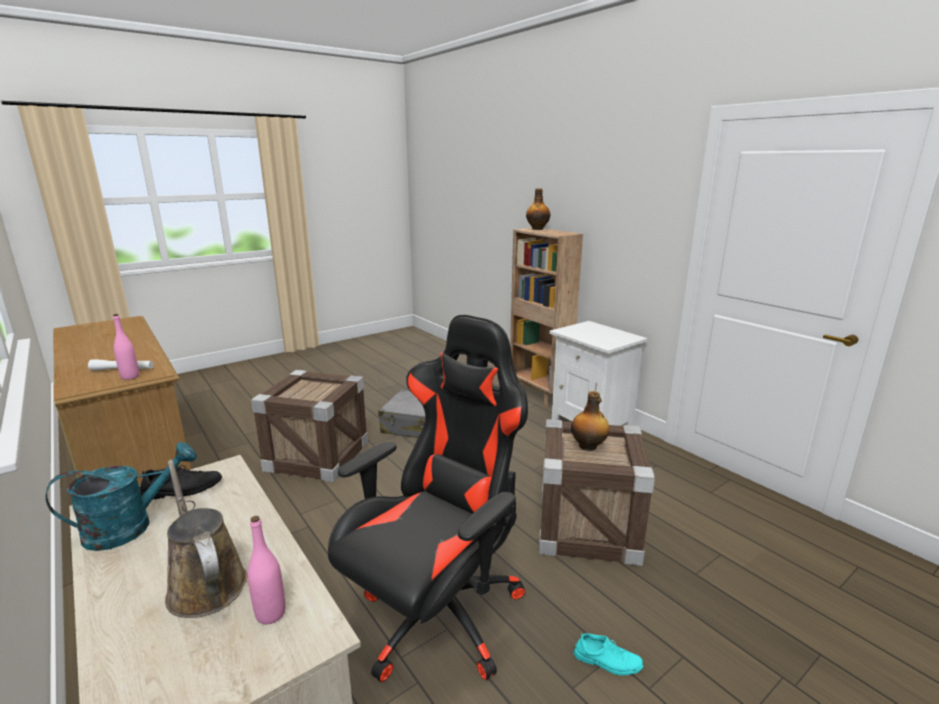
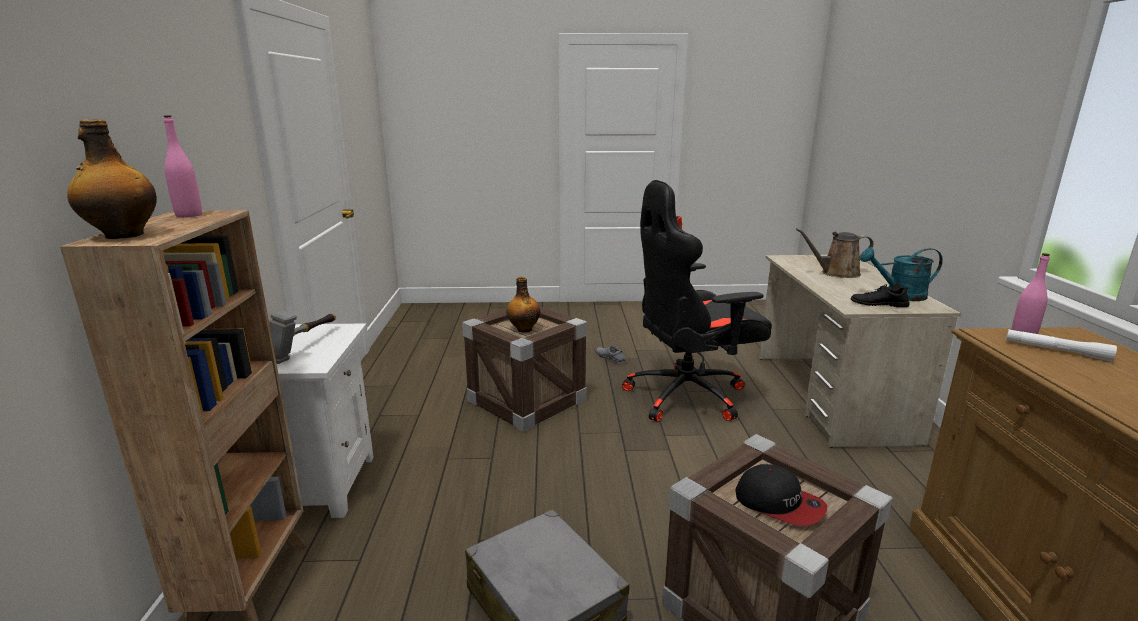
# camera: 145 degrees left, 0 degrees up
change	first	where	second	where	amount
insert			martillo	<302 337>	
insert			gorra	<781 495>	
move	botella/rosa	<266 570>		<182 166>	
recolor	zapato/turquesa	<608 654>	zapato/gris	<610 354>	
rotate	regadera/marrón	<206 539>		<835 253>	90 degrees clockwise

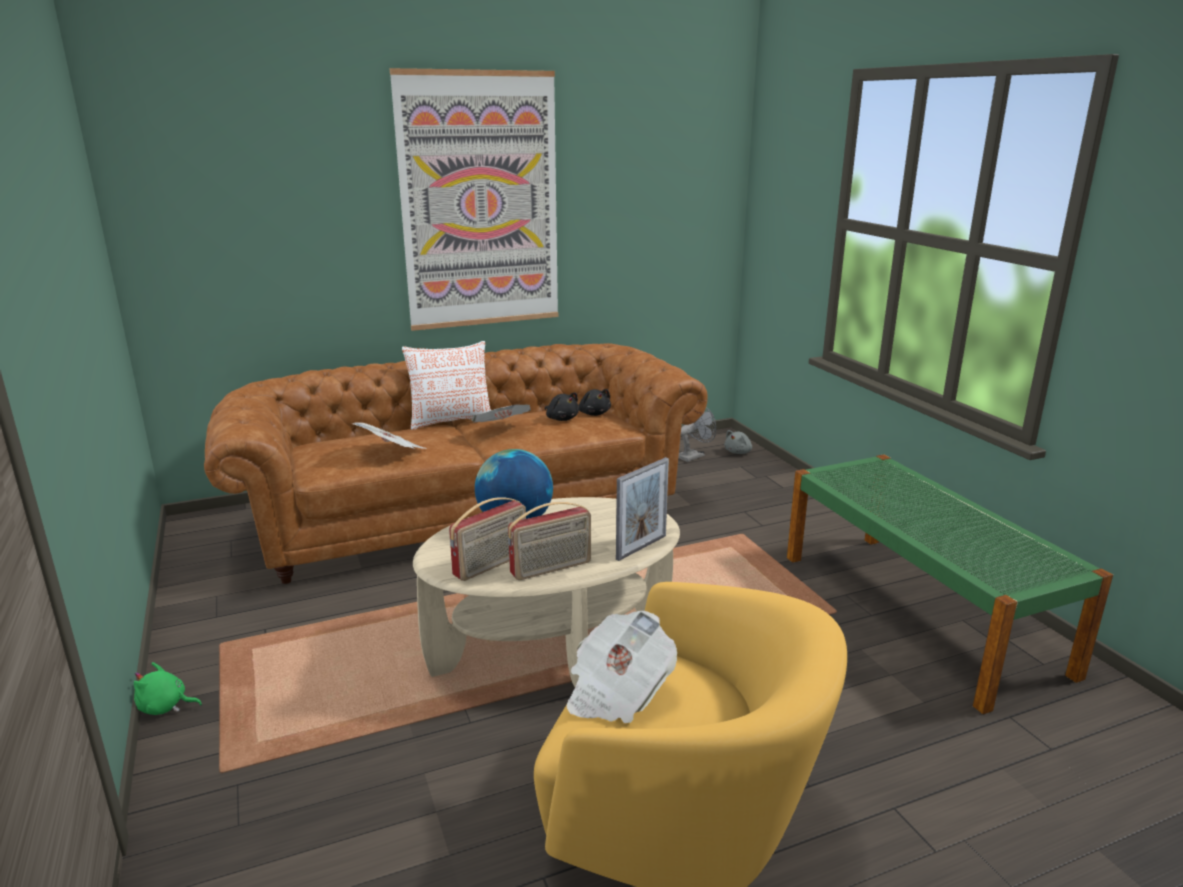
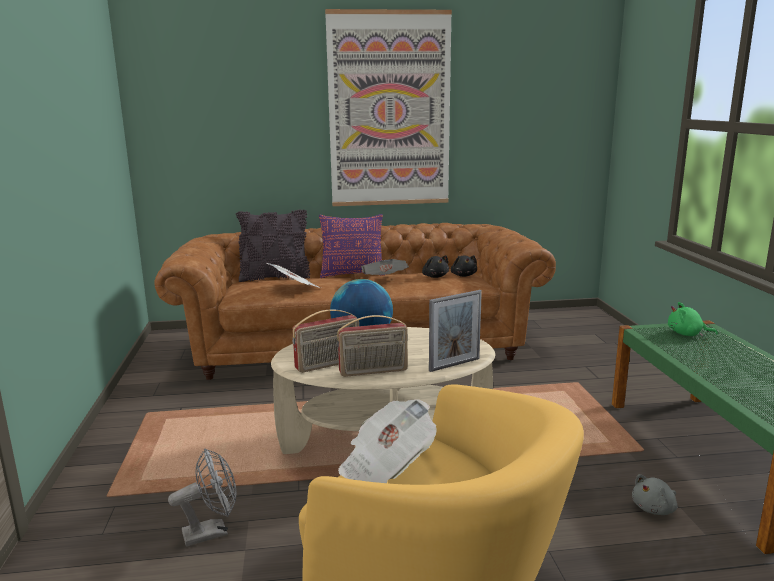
# camera: 15 degrees right, 5 degrees down
change	first	where	second	where	amount
insert			cojín/negro	<273 245>	
move	peluche/verde	<168 688>		<693 319>	
move	ventilador/gris	<697 434>		<202 497>	
move	peluche/gris	<738 442>		<654 494>	
recolor	cojín/blanco	<446 385>	cojín/morado	<352 246>	

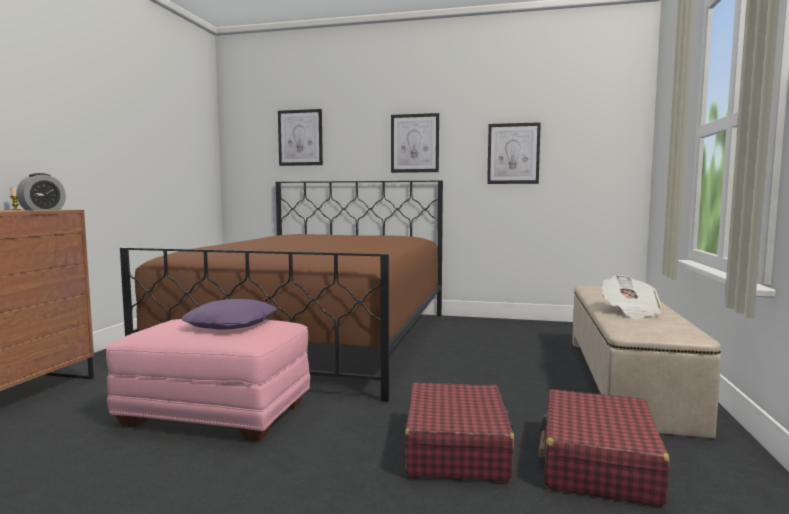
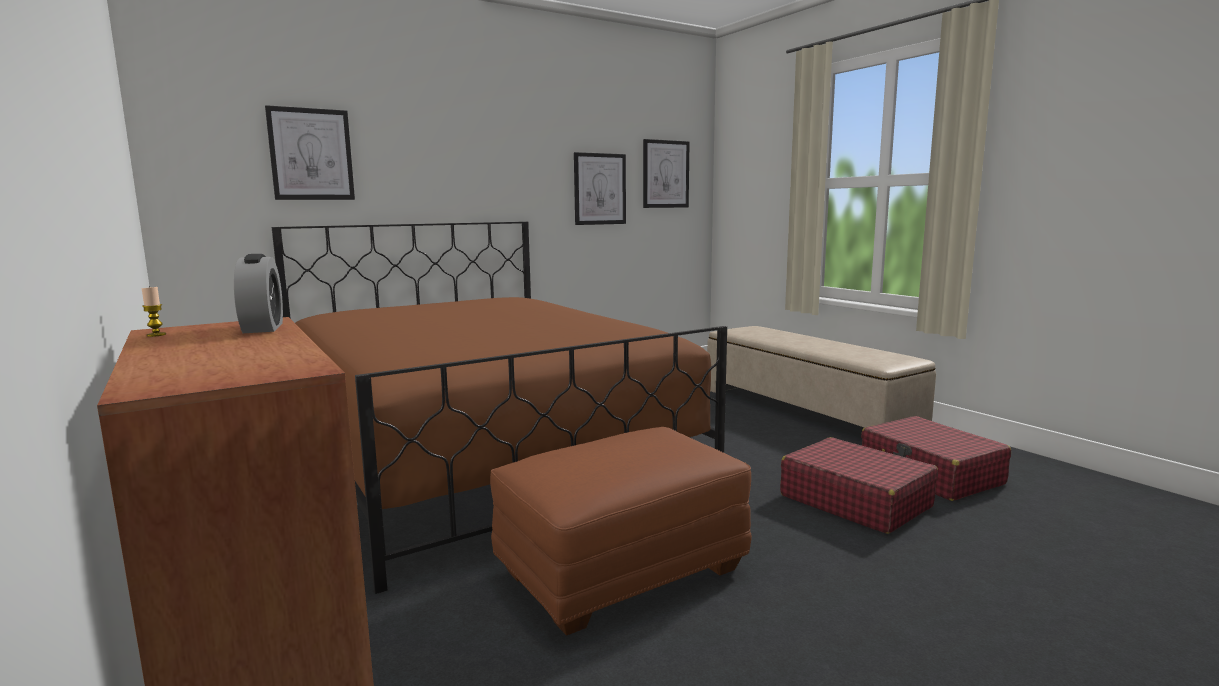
# camera: 45 degrees left, 5 degrees up
change	first	where	second	where	amount
delete	cojín/morado	<229 314>			
delete	periódico	<632 297>			
move	cuadro	<415 143>		<666 173>	
recolor	puf/rosa	<208 380>	puf/marrón	<621 531>	

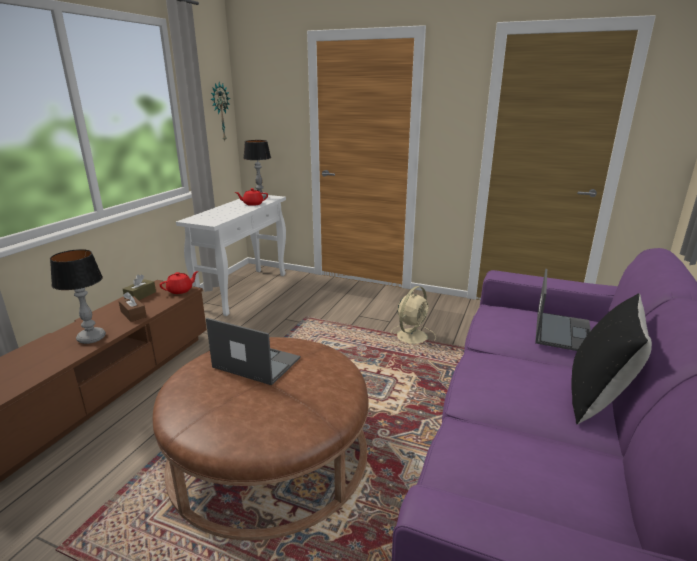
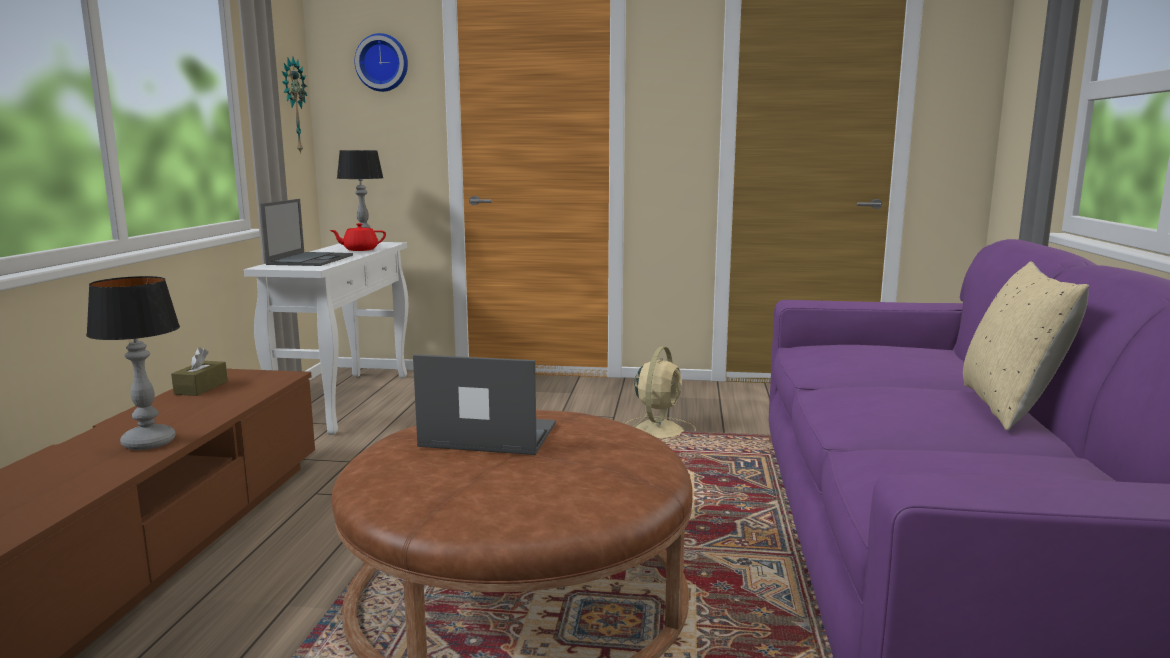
# camera: 15 degrees left, 10 degrees down
change	first	where	second	where	amount
delete	caja de pañuelos/marrón	<133 307>			
delete	tetera/rojo	<178 282>			
insert			reloj de pared	<381 62>	
move	portátil	<563 310>		<306 232>	
recolor	cojín/negro	<611 359>	cojín/beis	<1026 345>	

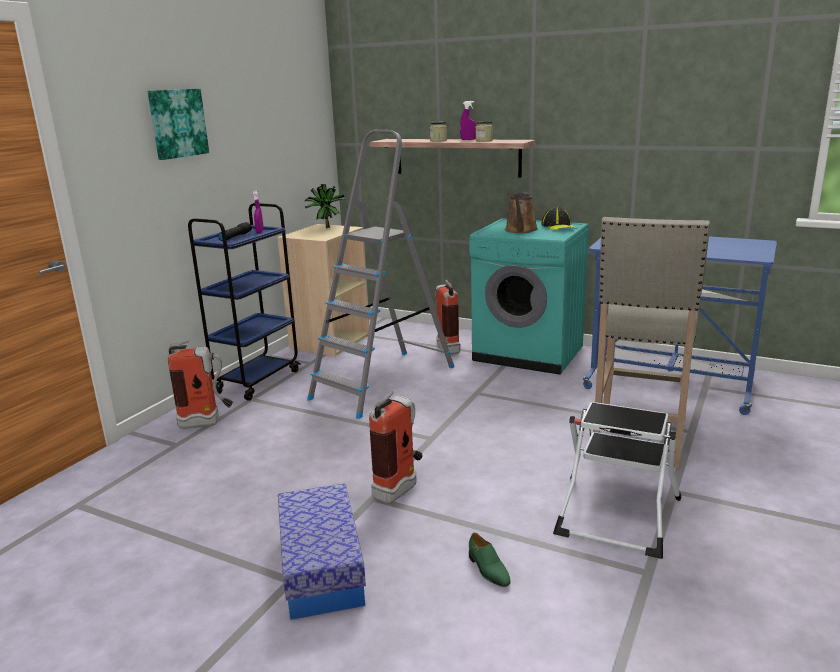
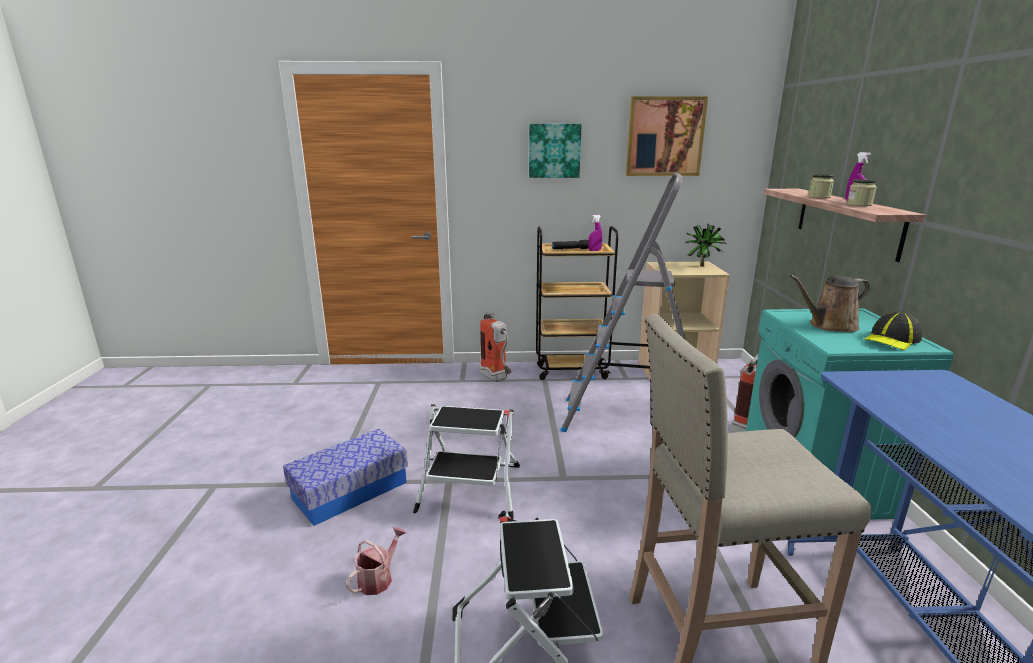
# camera: 60 degrees right, 0 degrees up
change	first	where	second	where	amount
insert			cuadro	<667 136>	
replace	extintor	<396 448>	escalera de tijera	<466 462>	
replace	zapato/verde	<490 560>	regadera	<376 561>	
recolor	carrito/azul	<244 302>	carrito/marrón	<577 303>	

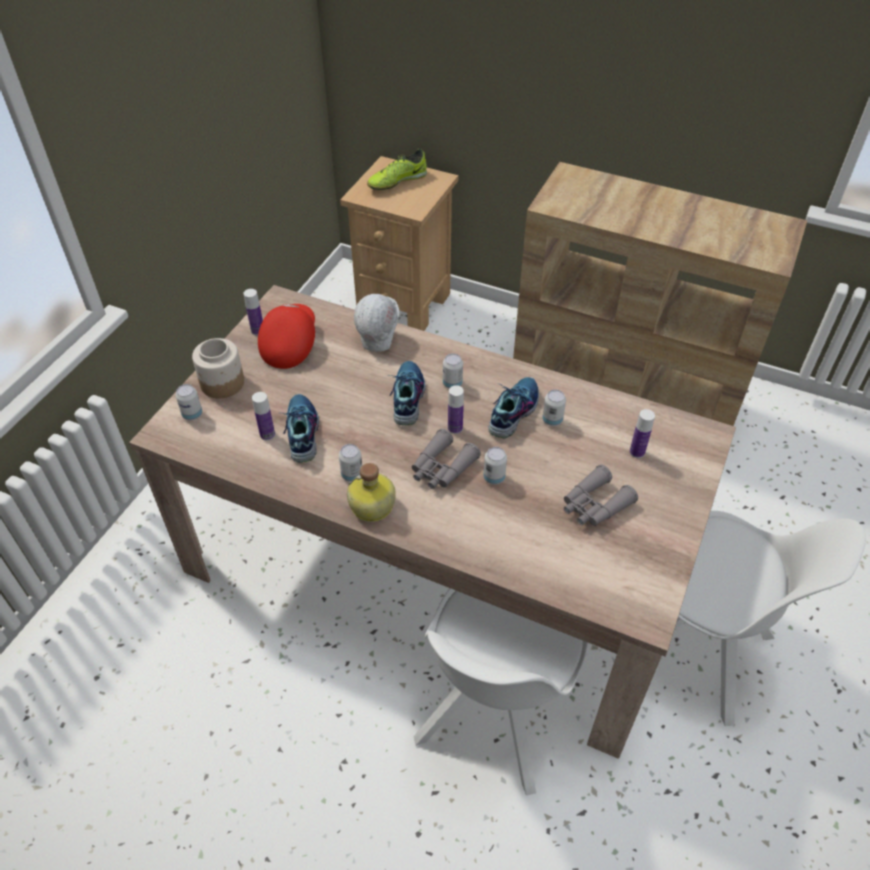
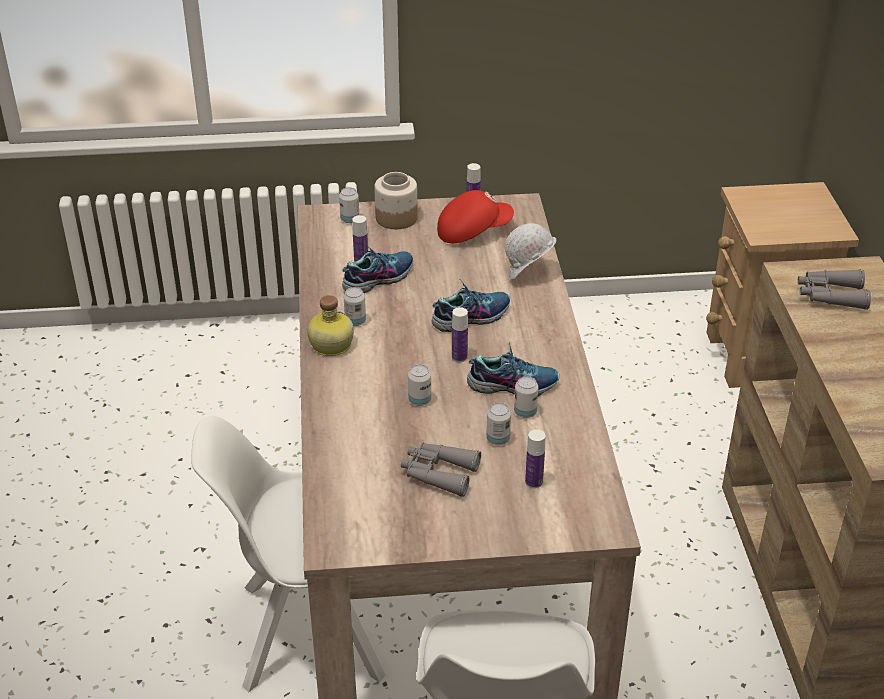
# camera: 60 degrees right, 10 degrees down
change	first	where	second	where	amount
delete	zapato	<397 169>			
move	prismáticos/gris	<446 459>		<834 289>	
move	lata	<453 370>		<498 424>	

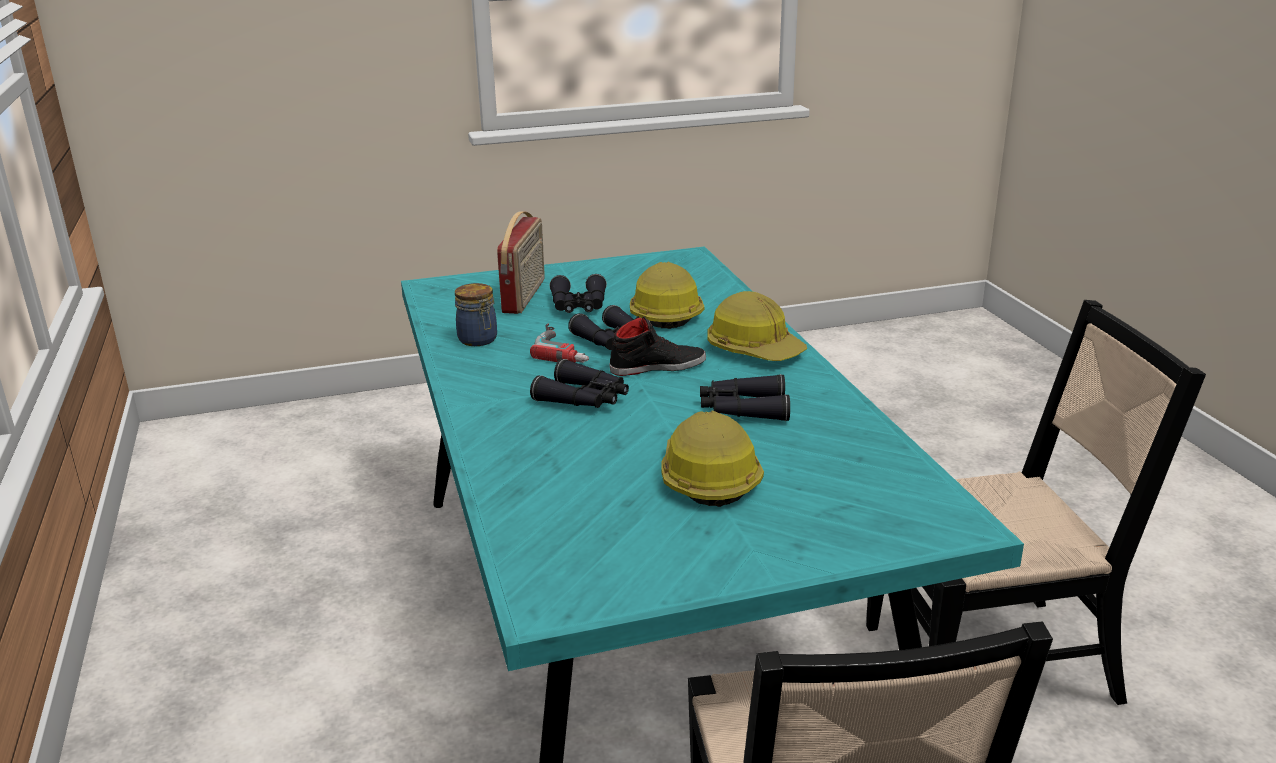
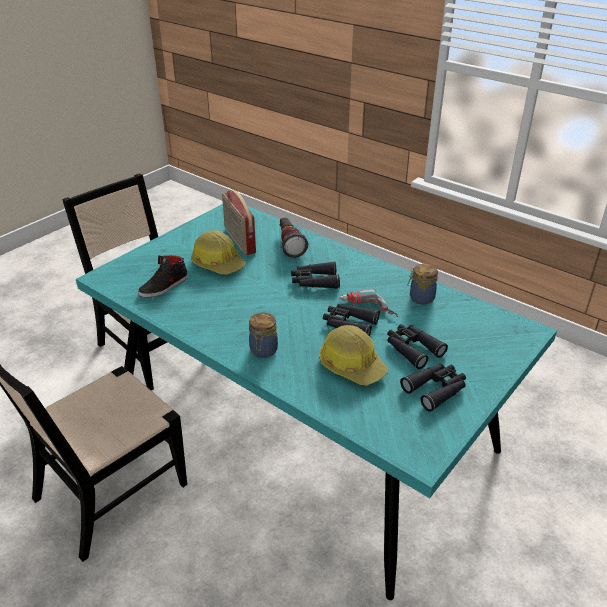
# camera: 145 degrees right, 10 degrees up
change	first	where	second	where	amount
insert			linterna	<293 237>	
move	radio	<521 262>		<239 222>	
move	zapato/negro	<657 346>		<163 276>	
move	prismáticos/negro	<745 397>		<433 387>	
replace	casco	<757 326>	tarro	<263 335>	

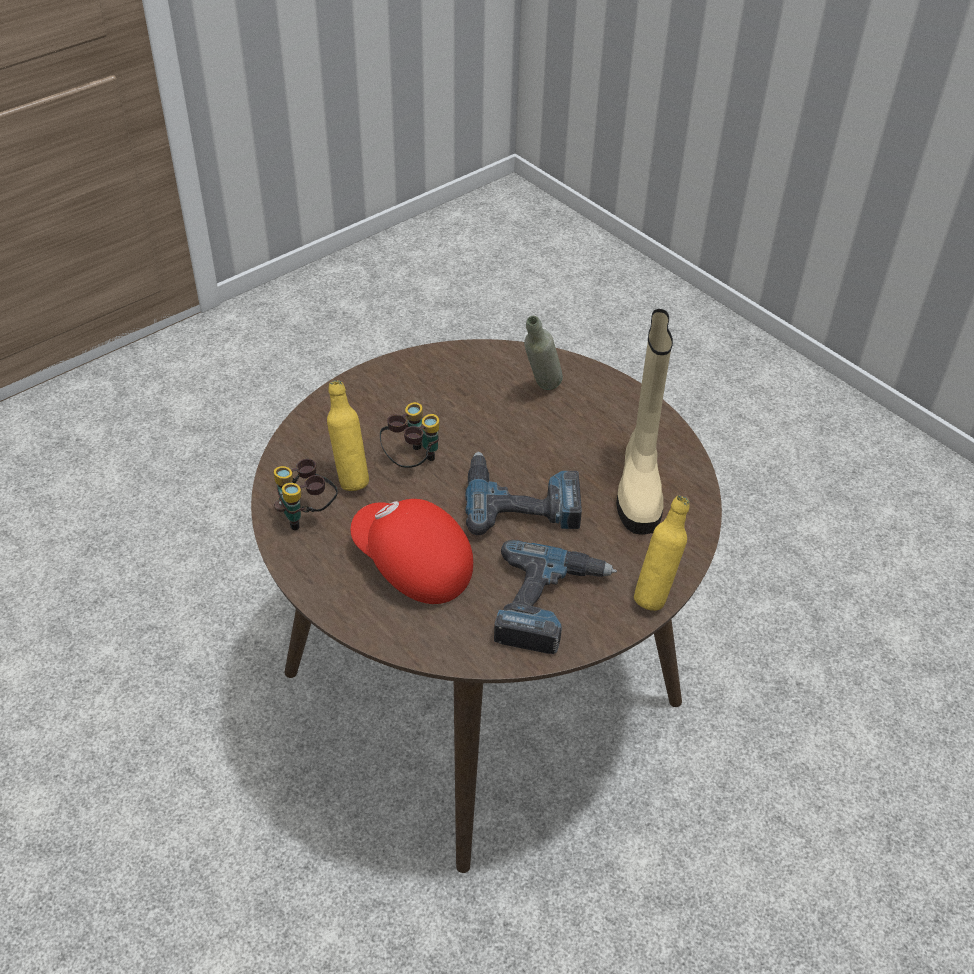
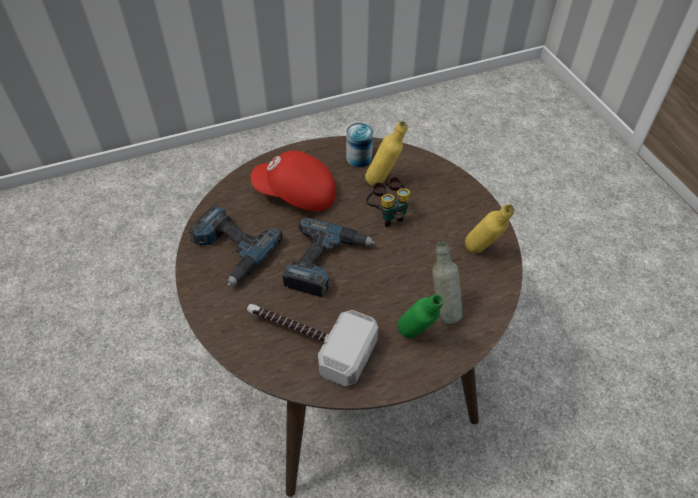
# camera: 110 degrees right, 5 degrees up
change	first	where	second	where	amount
insert			botella/verde	<420 316>	
move	botella/amarillo	<661 553>		<490 228>	
replace	prismáticos	<305 494>	lata	<359 145>	
replace	bota/beis	<644 421>	martillo	<312 345>	
rotate	gorra/rojo	<412 551>		<293 181>	135 degrees counterclockwise

